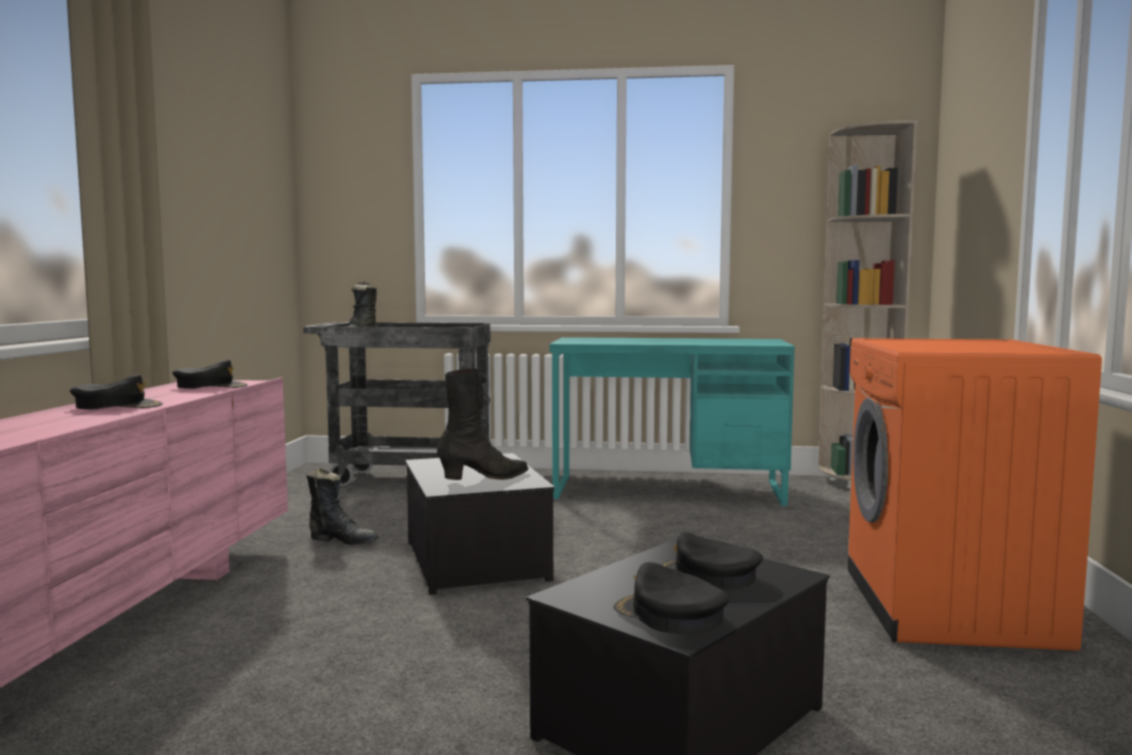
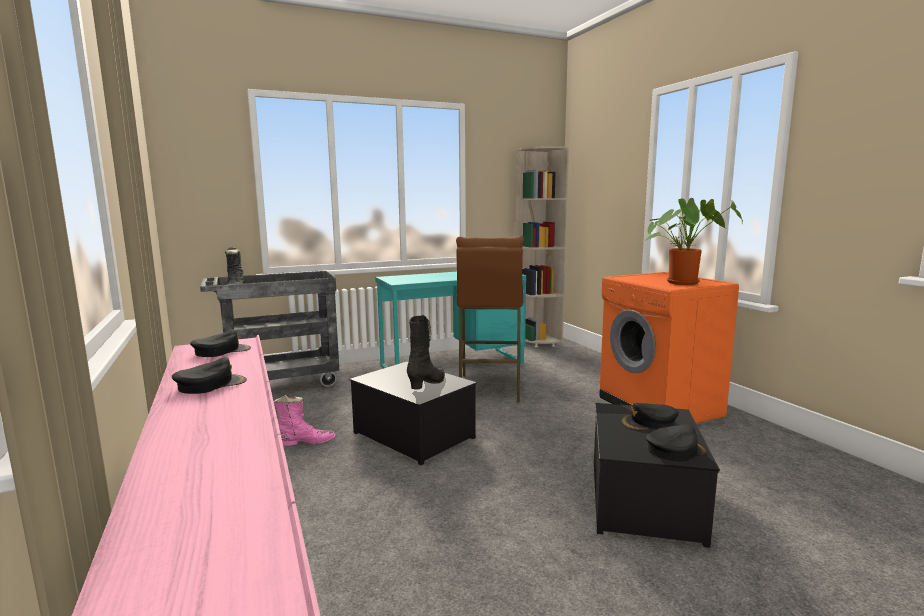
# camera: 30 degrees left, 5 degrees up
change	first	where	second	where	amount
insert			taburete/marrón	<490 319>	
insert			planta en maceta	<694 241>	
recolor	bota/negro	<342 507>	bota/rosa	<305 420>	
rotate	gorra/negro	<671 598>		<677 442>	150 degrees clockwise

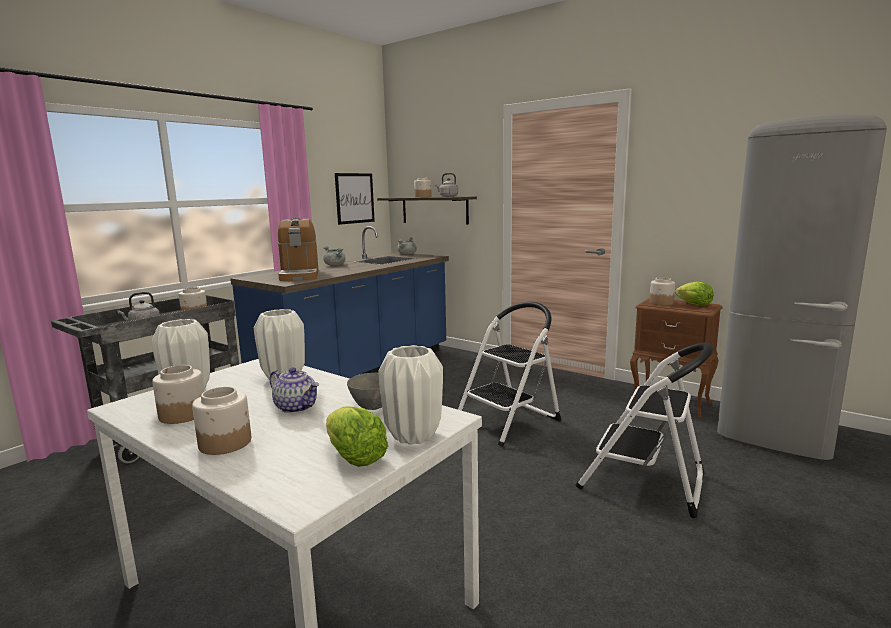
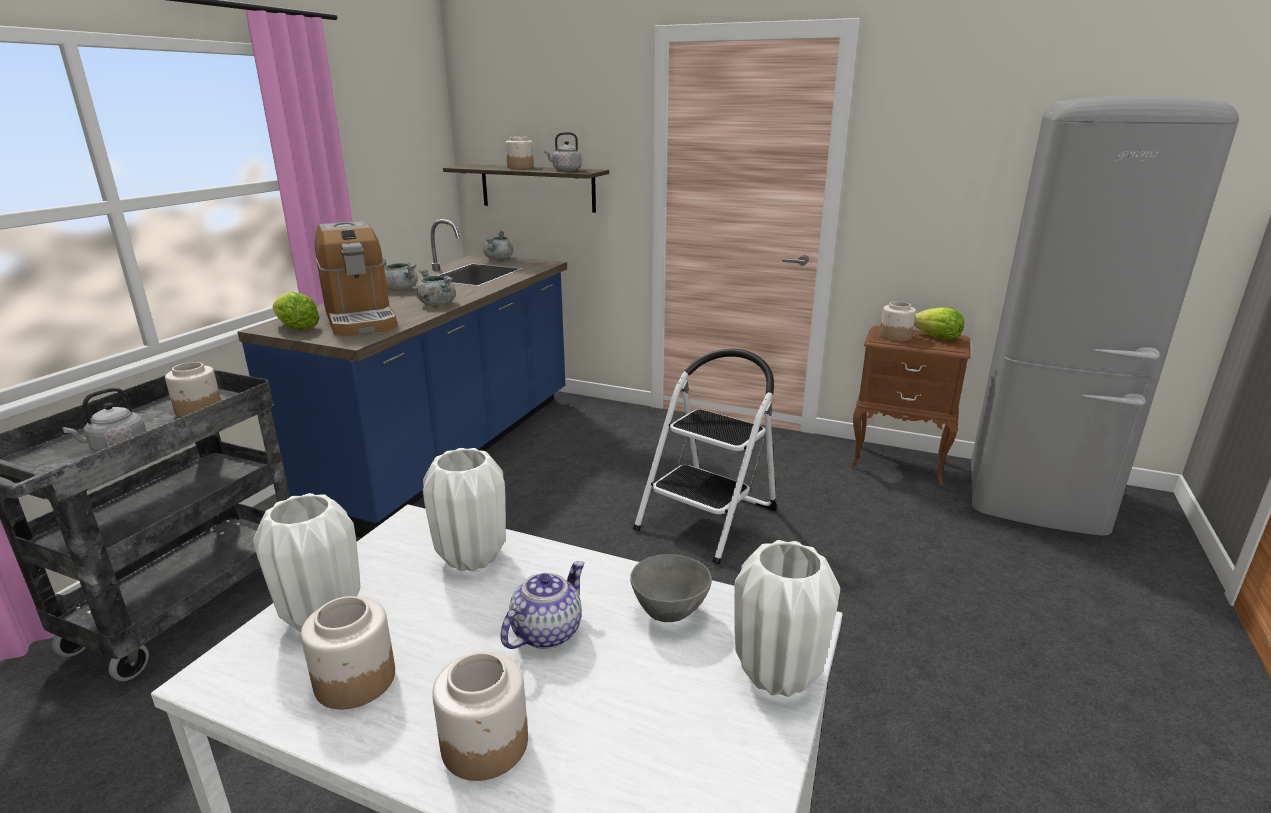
# camera: 15 degrees left, 10 degrees up
change	first	where	second	where	amount
delete	cuadro	<355 199>			
delete	escalera de tijera	<644 430>			
insert			olla/gris	<436 287>	
move	lechuga	<357 436>		<296 311>	
rotate	tetera	<294 390>		<542 605>	75 degrees counterclockwise

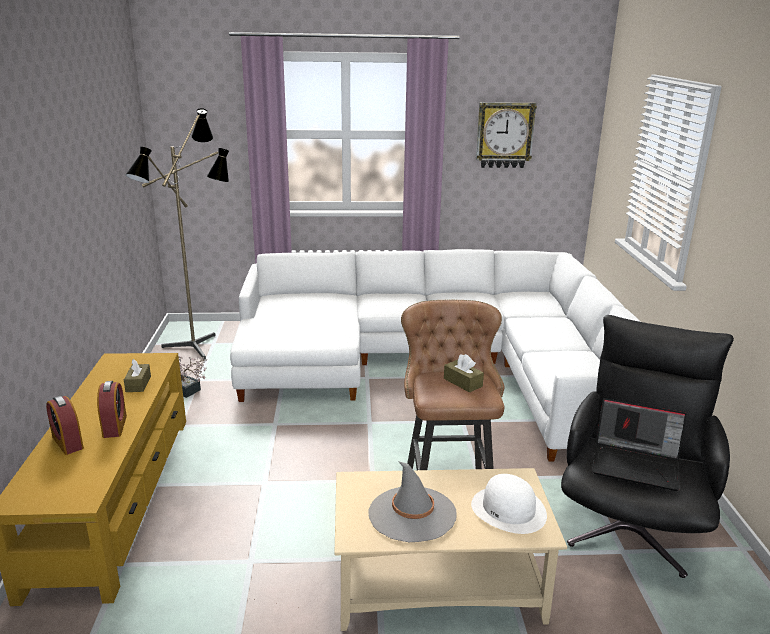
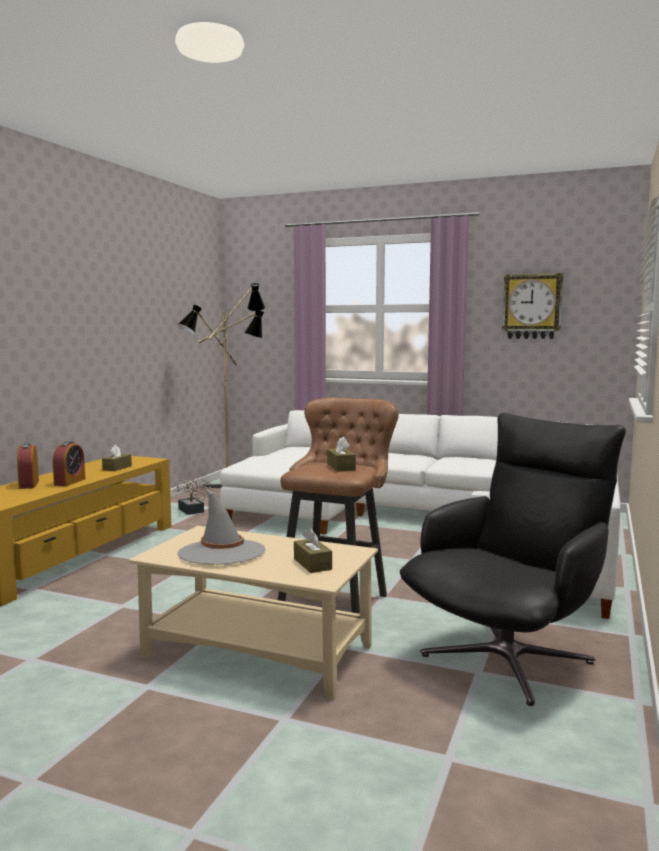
# camera: 25 degrees right, 15 degrees down
change	first	where	second	where	amount
delete	portátil	<639 444>			
replace	sombrero/blanco	<509 504>	caja de pañuelos/marrón	<313 550>	

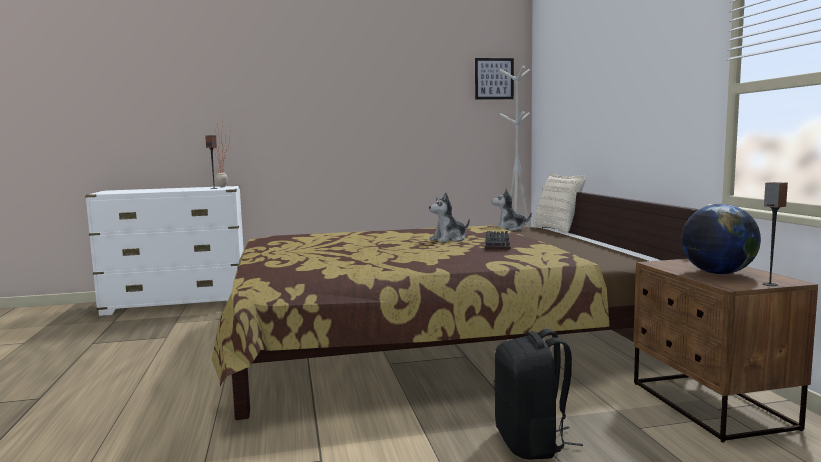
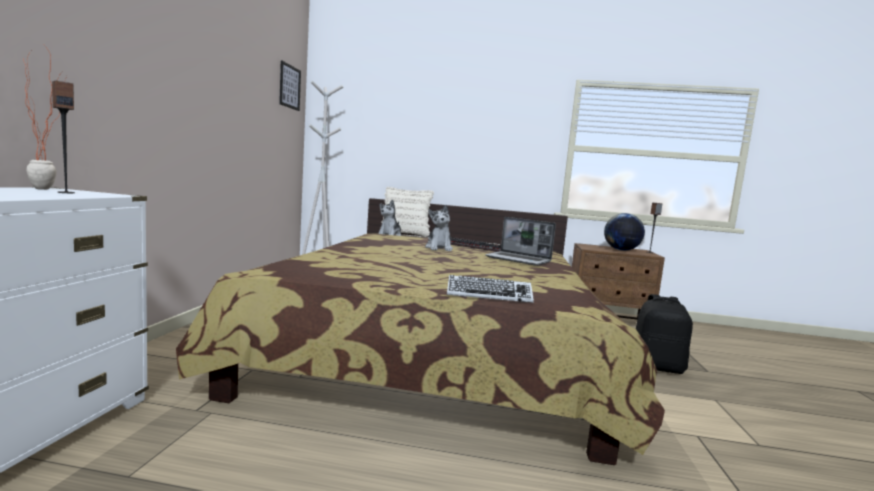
# camera: 70 degrees left, 0 degrees up
change	first	where	second	where	amount
insert			teclado	<490 289>	
insert			portátil	<520 241>	

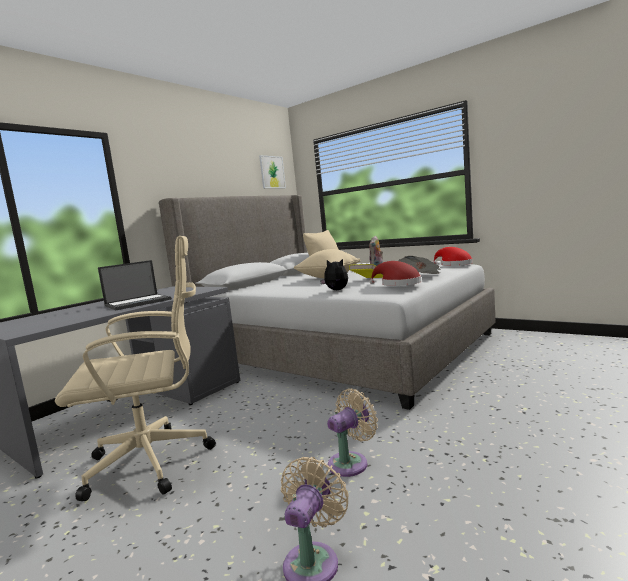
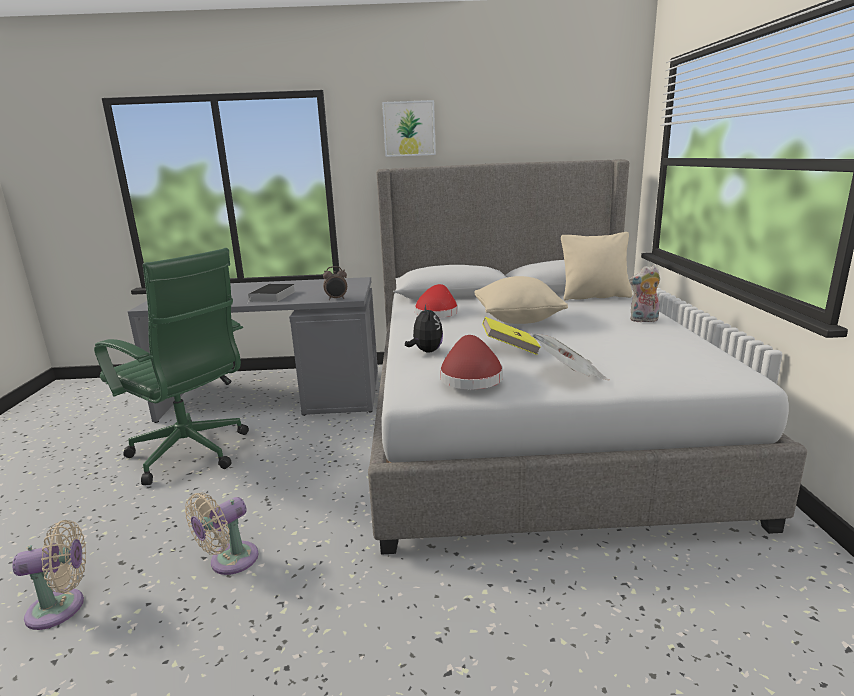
# camera: 50 degrees right, 10 degrees up
change	first	where	second	where	amount
insert			despertador	<335 283>	
move	cuadro	<272 172>		<409 128>	
move	sombrero/rojo	<452 256>		<436 301>	
replace	portátil	<135 285>	libro	<271 293>	
recolor	silla de oficina/beis	<135 368>	silla de oficina/verde	<171 366>	
rotate	ventilador/beis	<352 433>		<221 533>	120 degrees clockwise

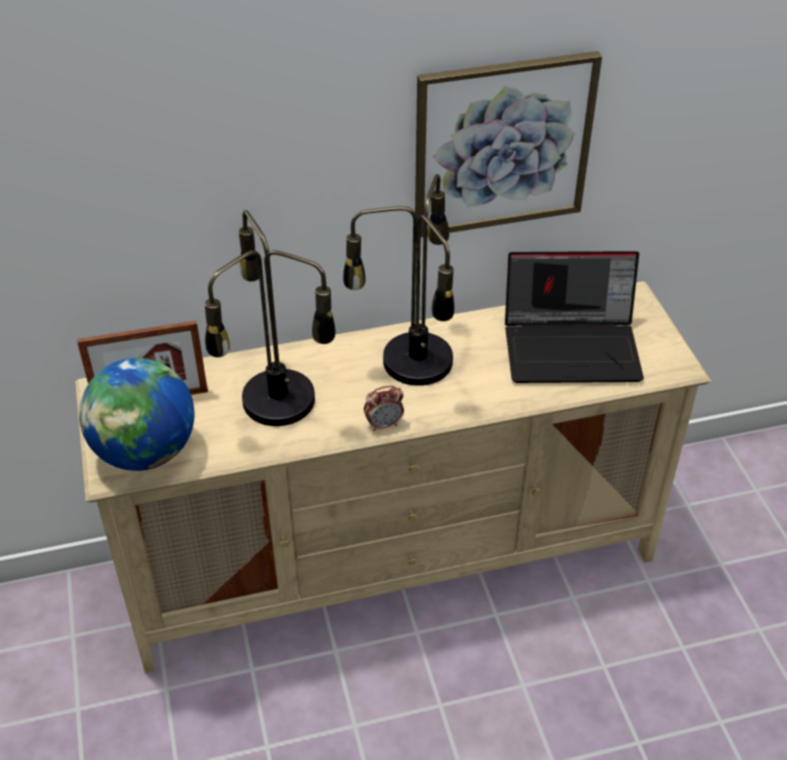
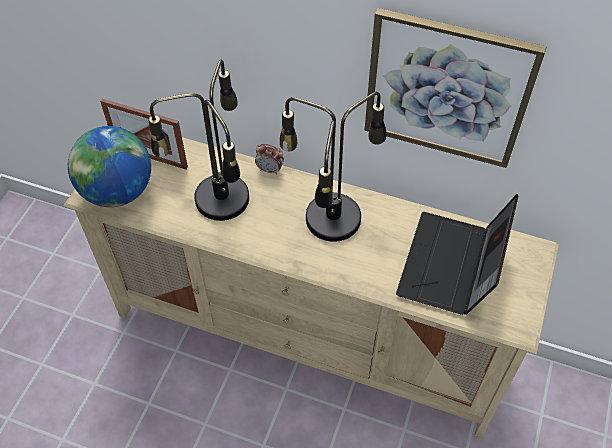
# camera: 35 degrees right, 10 degrees up
change	first	where	second	where	amount
move	despertador	<384 408>		<269 159>	
rotate	portátil	<574 317>		<457 254>	75 degrees clockwise

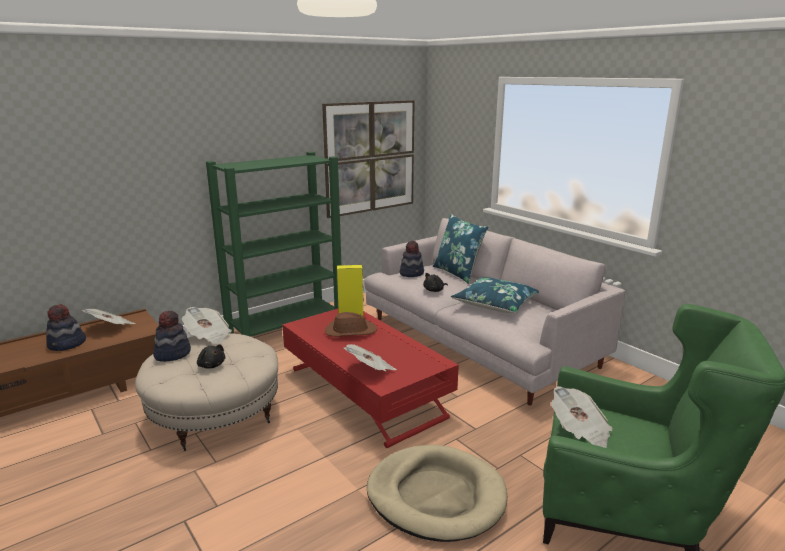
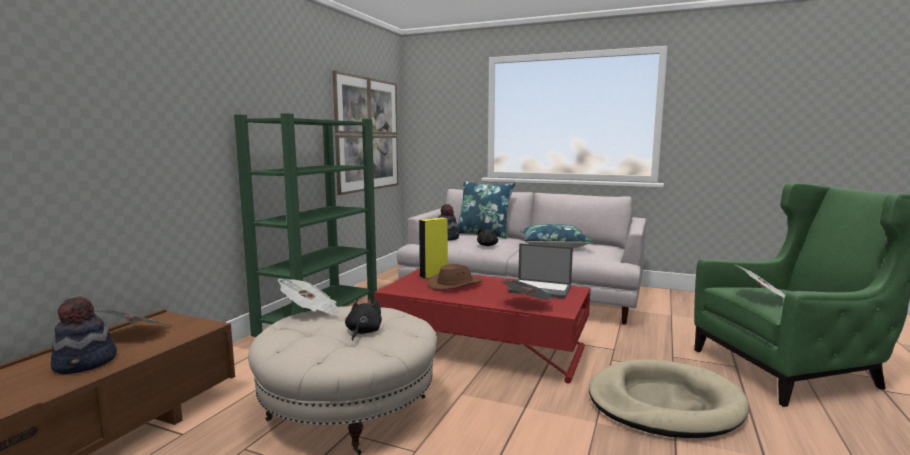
# camera: 30 degrees left, 10 degrees down
change	first	where	second	where	amount
delete	sombrero	<172 336>			
insert			portátil	<540 271>	
rotate	peluche/negro	<211 357>		<363 320>	90 degrees counterclockwise

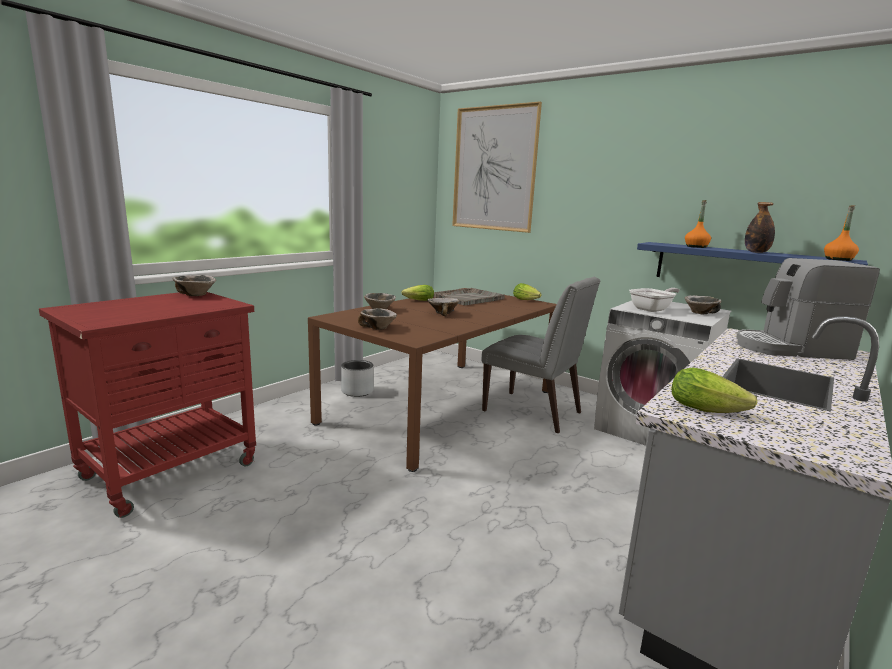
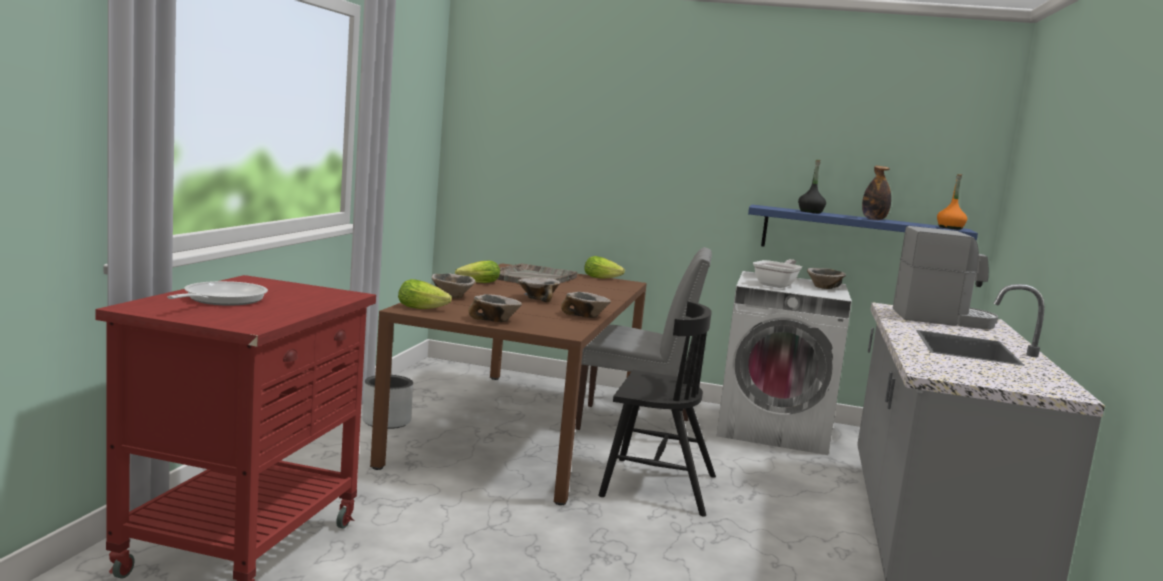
# camera: 25 degrees left, 5 degrees down
change	first	where	second	where	amount
delete	cuadro	<497 167>			
insert			sartén	<217 293>	
insert			silla/negro	<657 409>	
move	cuenco	<194 285>		<586 305>	
move	lechuga	<715 390>		<425 294>	
recolor	botella/naranja	<698 224>	botella/negro	<812 186>	
rotate	cafetera	<808 309>		<945 277>	150 degrees counterclockwise

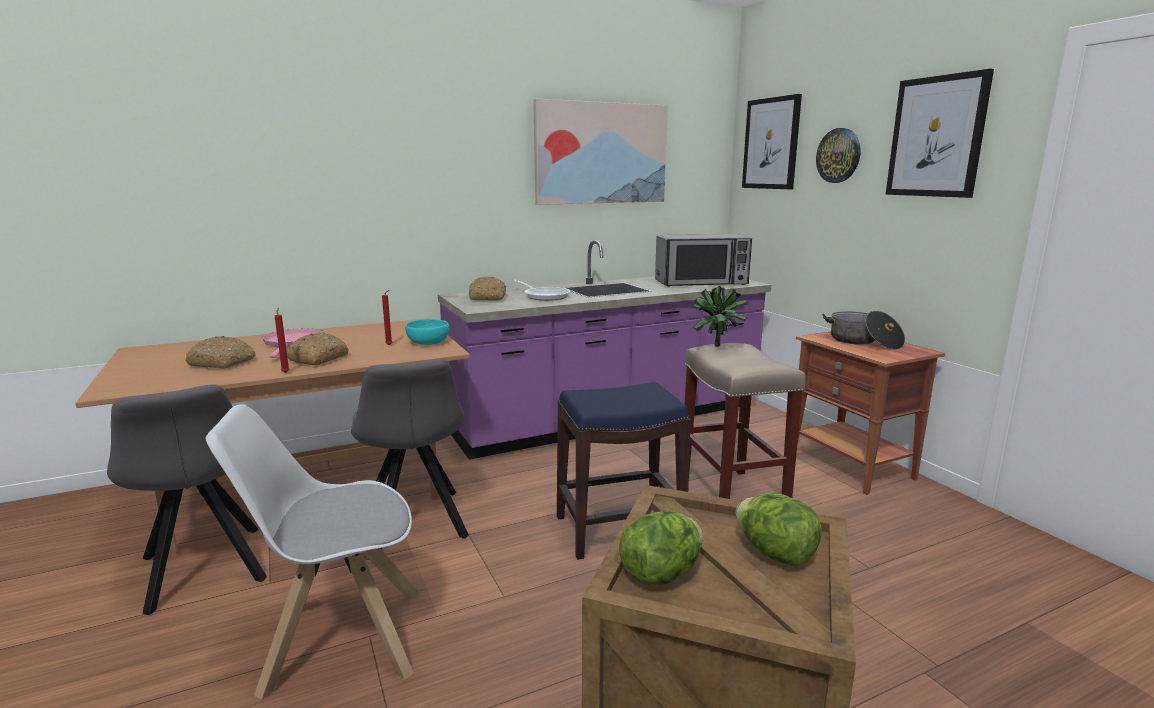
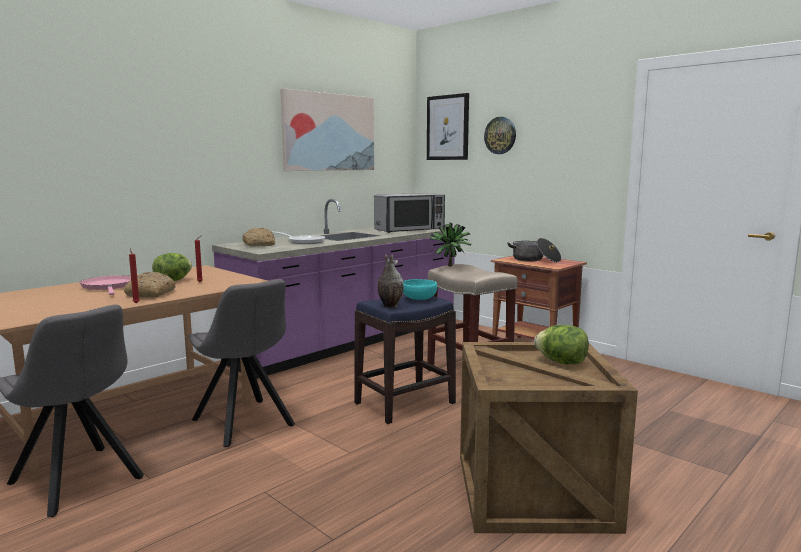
# camera: 20 degrees left, 5 degrees down
change	first	where	second	where	amount
delete	pan	<220 352>			
delete	silla	<313 552>			
delete	cuadro	<940 133>			
insert			florero	<391 281>	
move	cuenco/turquesa	<427 332>		<420 289>	
move	lechuga	<661 548>		<172 267>	

